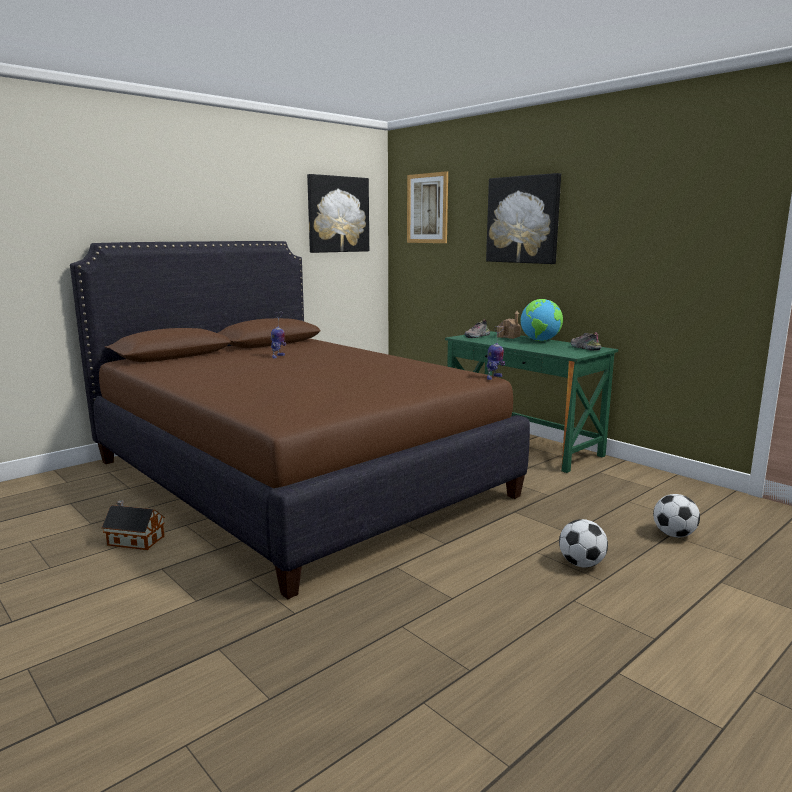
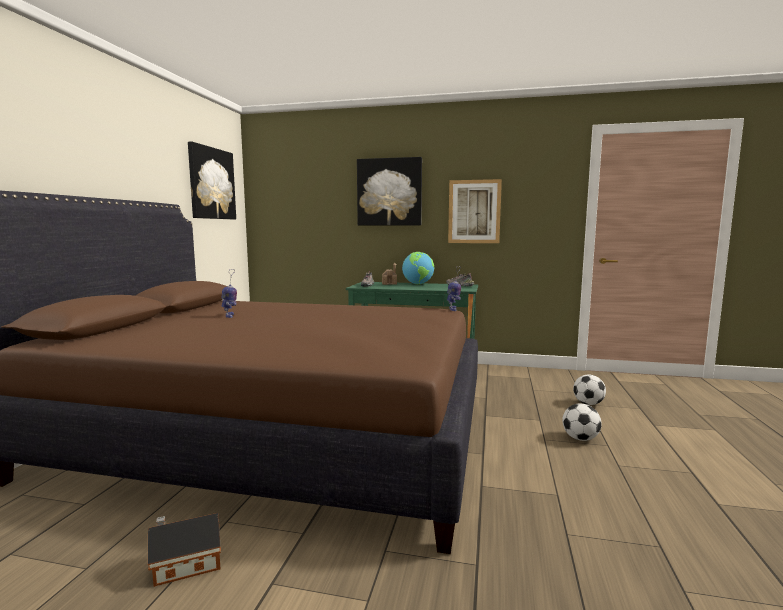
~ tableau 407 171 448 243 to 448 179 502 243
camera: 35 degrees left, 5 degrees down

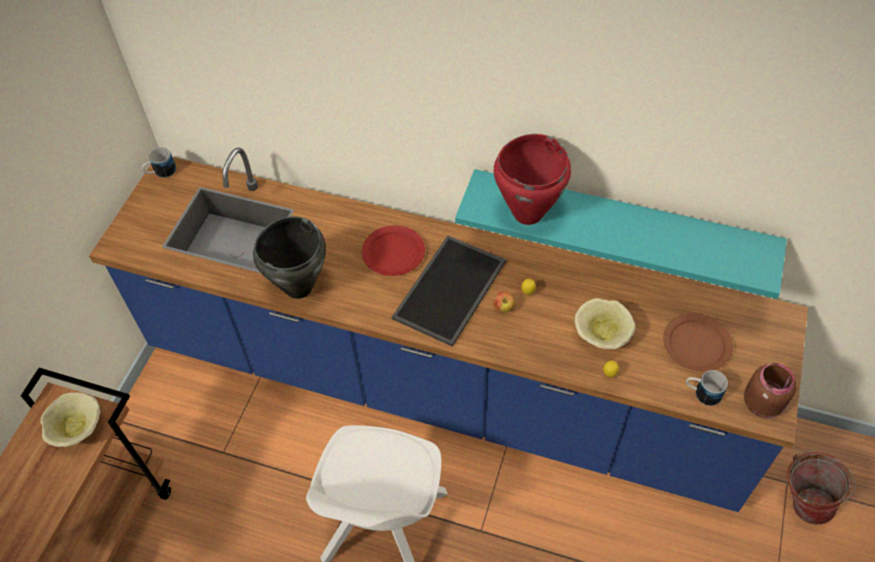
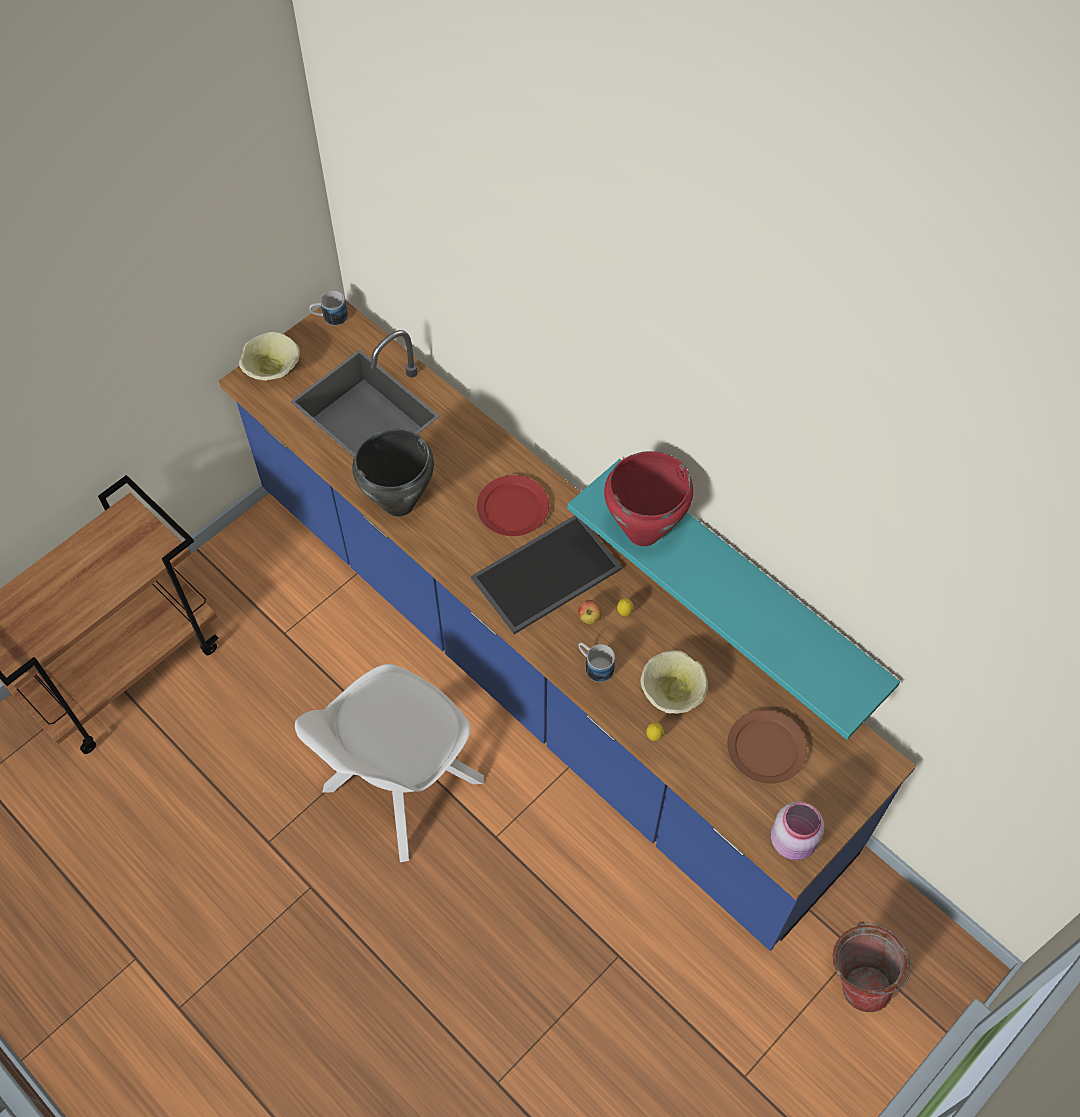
~ bol [beige] 40 392 100 447 to 239 332 300 381
~ mug 686 370 728 406 to 578 642 615 682
~ bocal [marron] 744 363 796 418 to bocal [rose] 771 801 824 860
camera: 25 degrees right, 5 degrees up

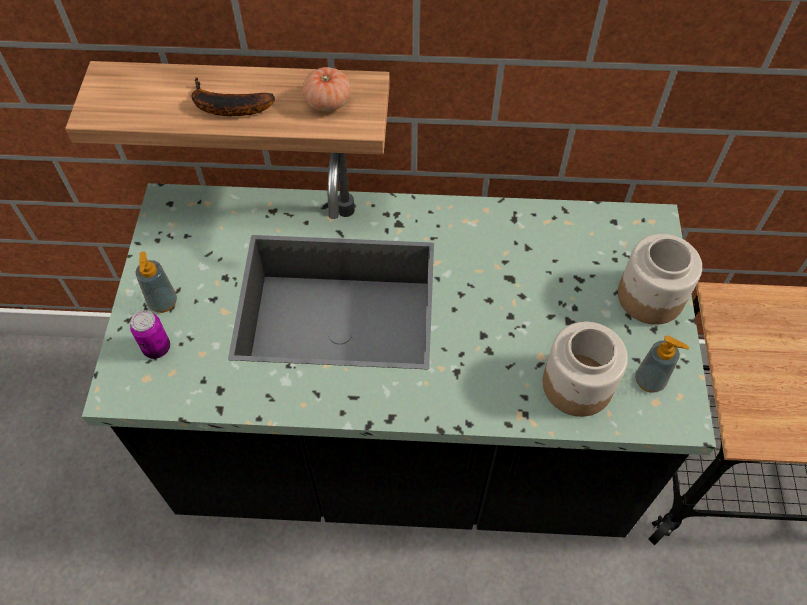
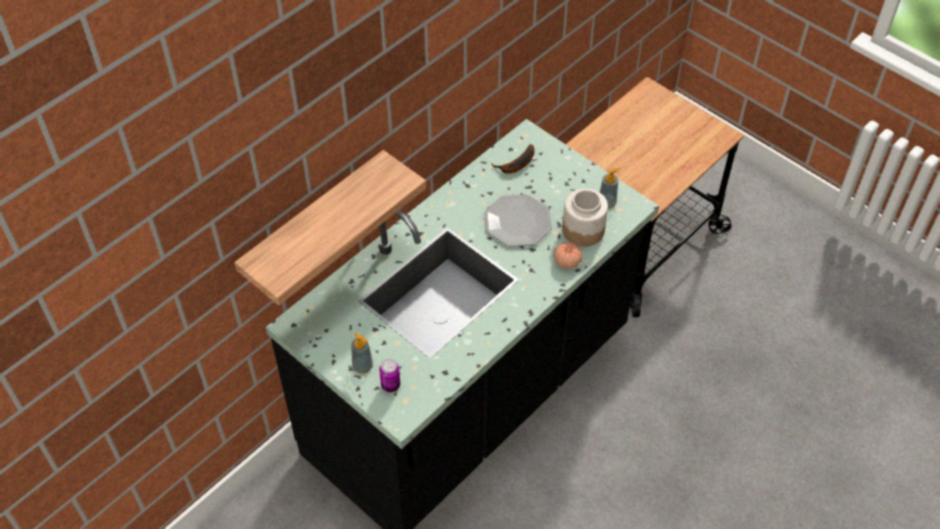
~ banane 192 77 275 116 to 491 144 535 174
~ tomate 302 67 351 112 to 554 242 582 269
- bocal 618 234 702 325
+ assiette 484 194 552 247
camera: 50 degrees left, 5 degrees down

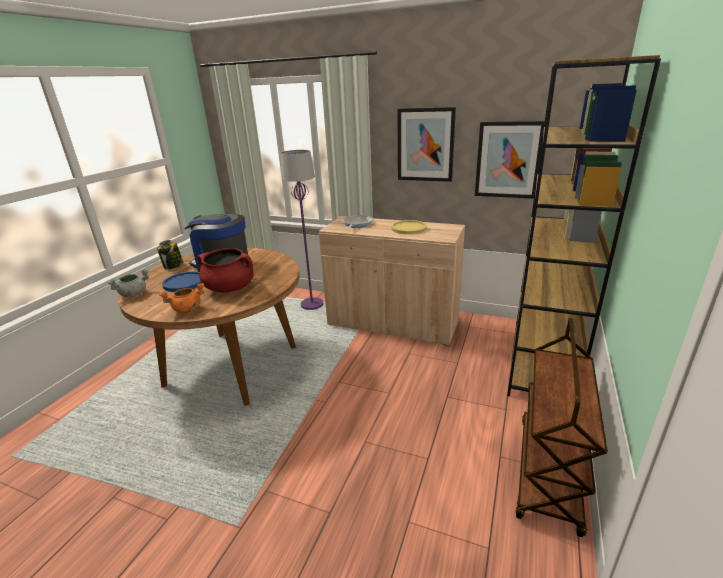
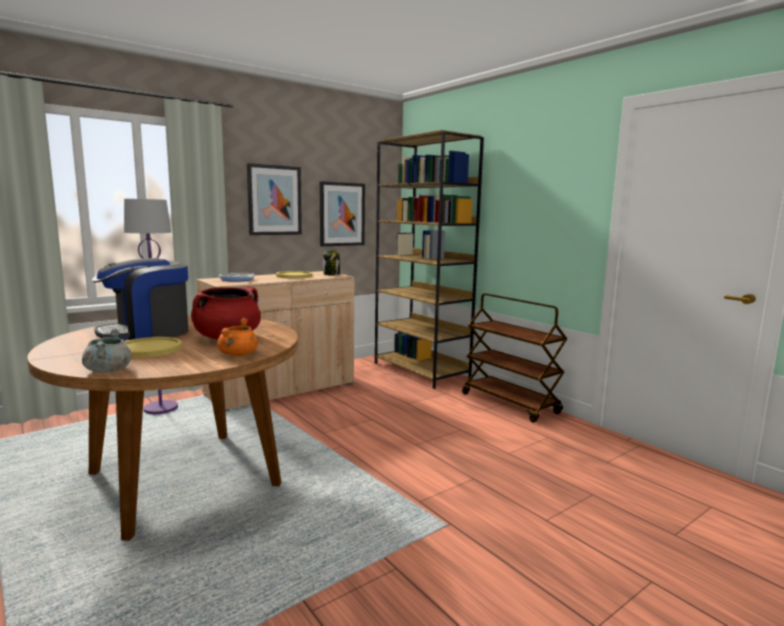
~ bocal 157 240 184 269 to 323 250 340 276
~ assiette [bleu] 162 271 202 292 to assiette [jaune] 124 337 182 358
camera: 60 degrees left, 15 degrees down

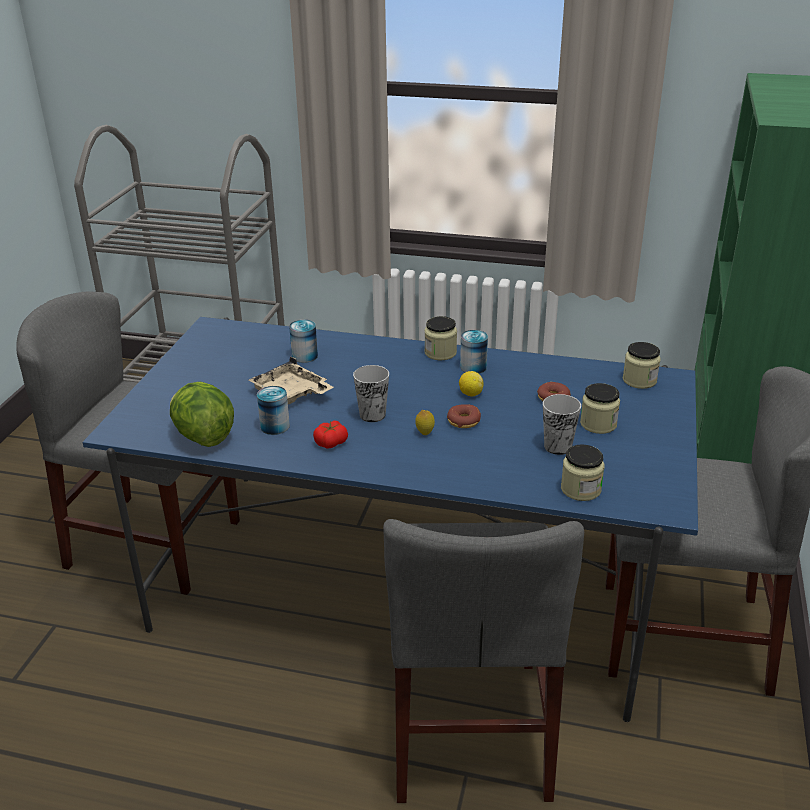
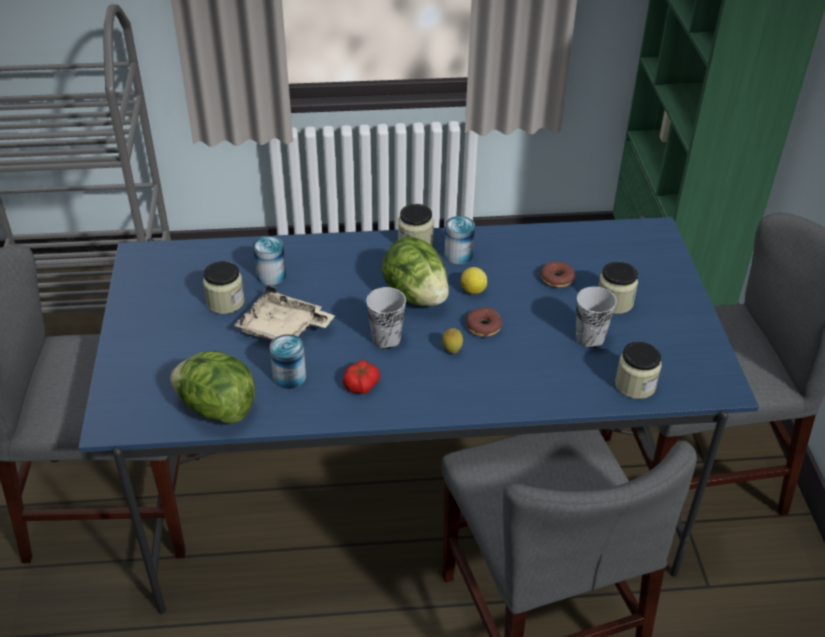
~ bocal 623 342 661 389 to 203 261 245 314
+ laitue 382 236 449 306
camera: 20 degrees left, 10 degrees up

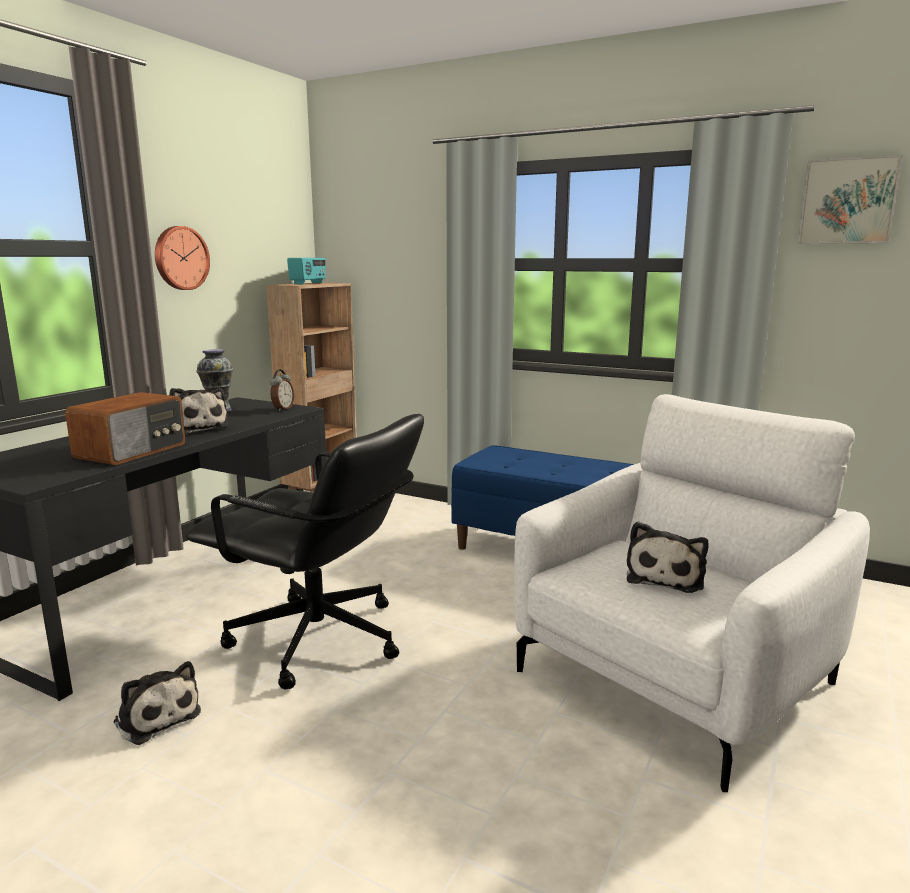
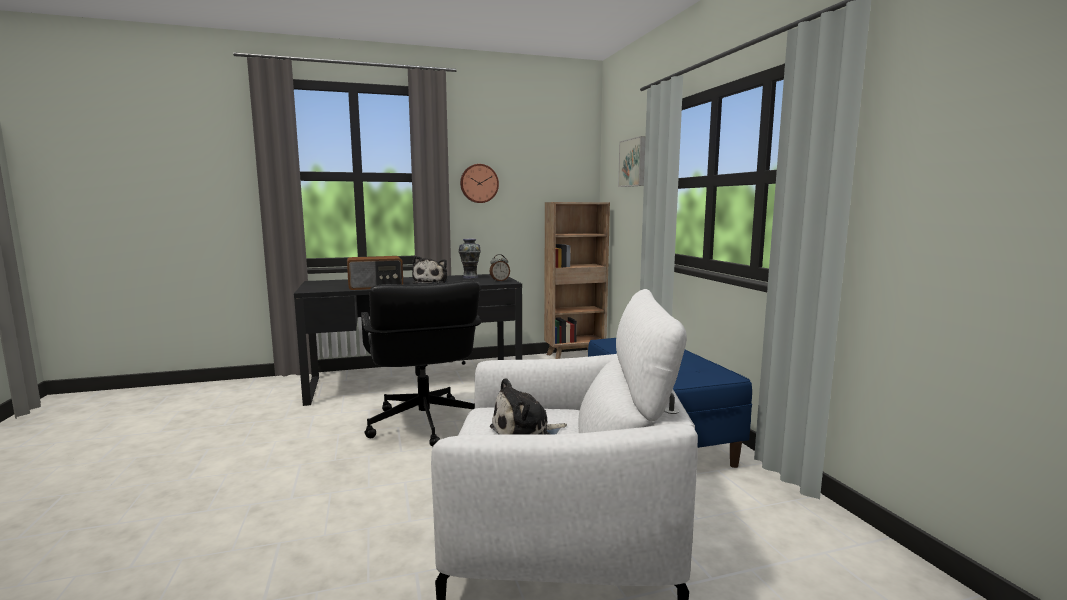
- peluche 113 661 201 745
- radio 287 258 326 284
~ tableau 798 155 902 244 to 618 136 646 187
camera: 45 degrees right, 5 degrees down

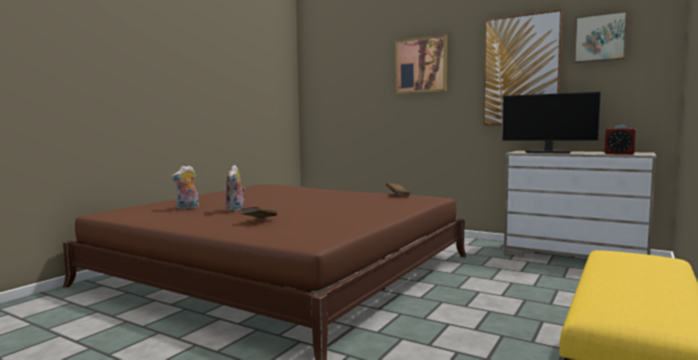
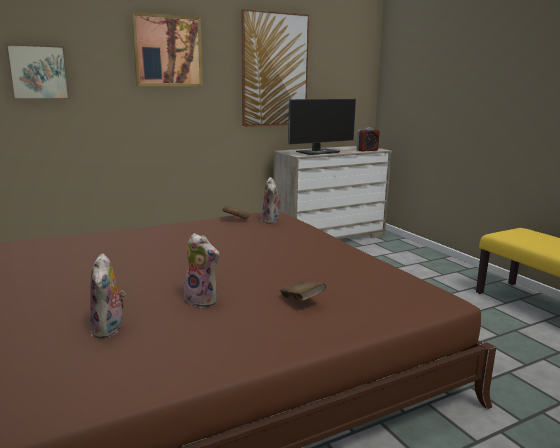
~ tableau 574 11 627 63 to 6 44 70 99
+ peluche 262 177 282 224
camera: 60 degrees left, 10 degrees up

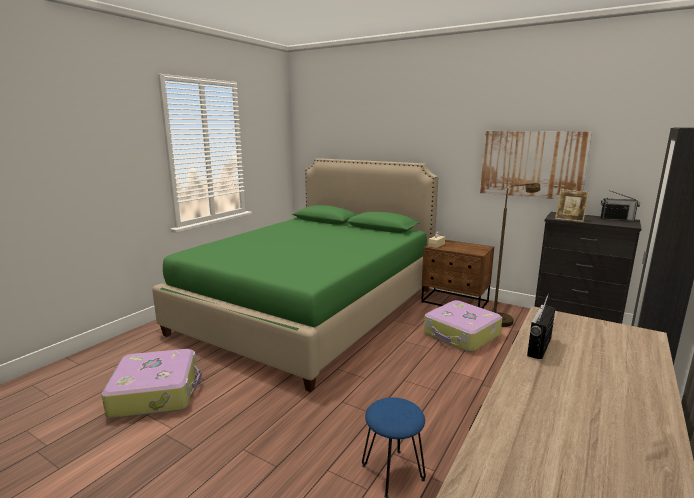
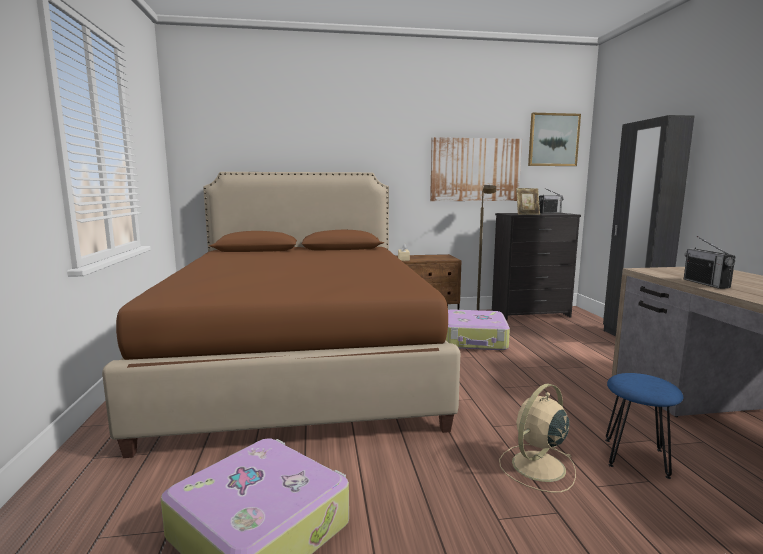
~ lit [vert] 152 158 438 392 to lit [marron] 102 172 461 458
+ ventilateur [beige] 499 384 576 493
+ tableau 528 113 581 166
camera: 40 degrees left, 5 degrees down

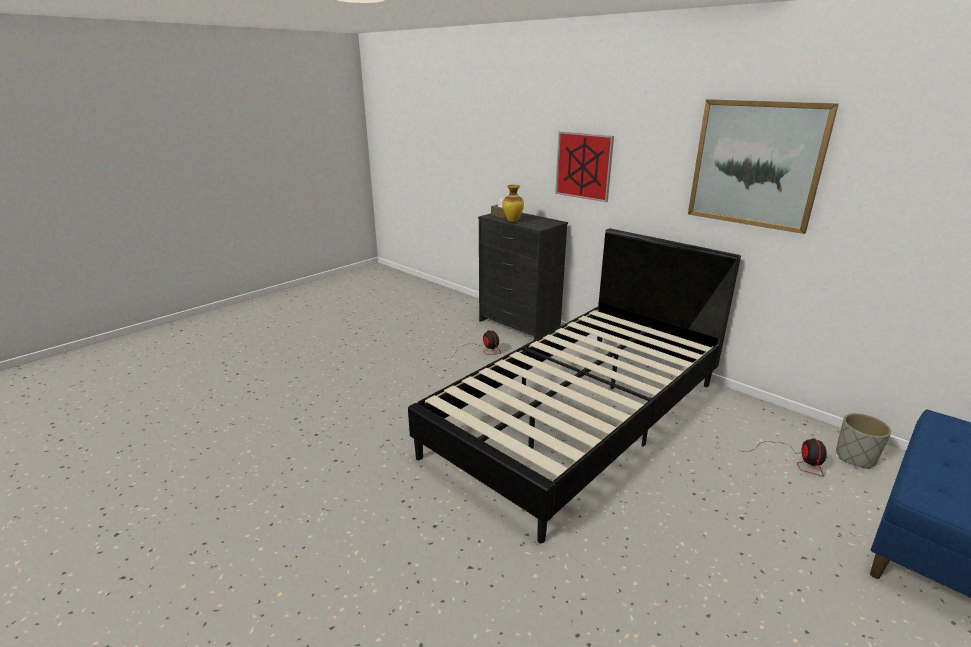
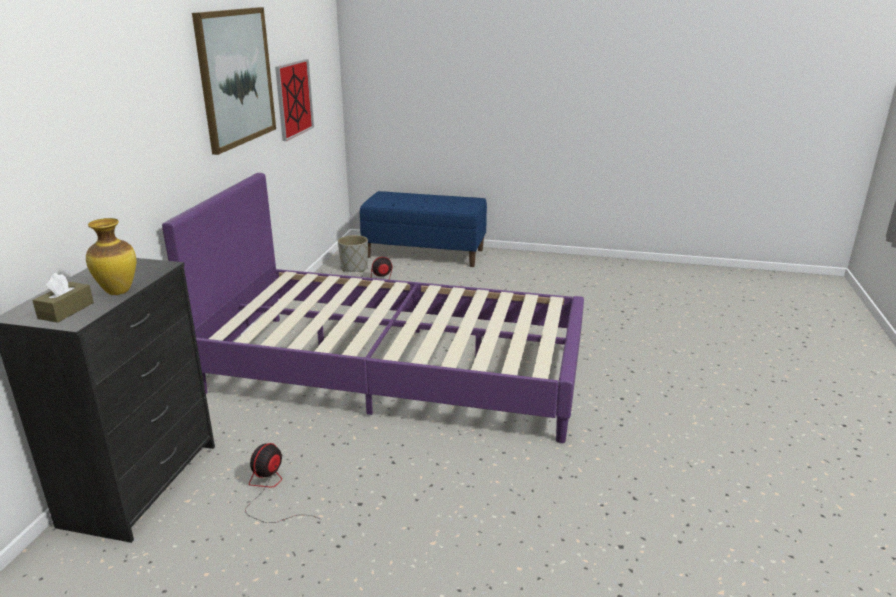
~ lit [noir] 408 228 741 543 to lit [violet] 162 173 584 443
~ tableau 555 132 614 202 to 275 59 314 141
camera: 120 degrees left, 0 degrees up

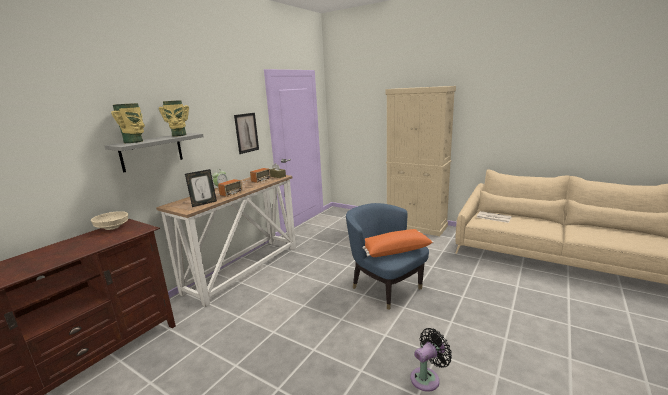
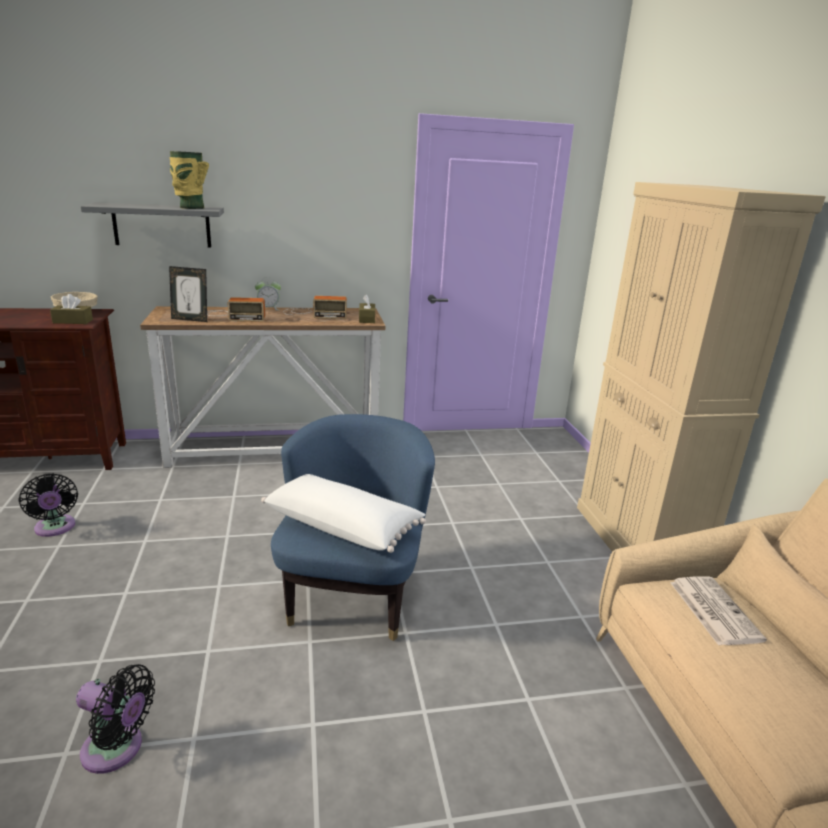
- vase 111 103 145 143
- tableau 234 113 259 154
~ coussin [orange] 363 229 434 257 to coussin [blanc] 261 474 426 553
+ ventilateur [noir] 19 473 78 537
+ boîte à mouchoirs [marron] 50 294 93 324
camera: 45 degrees right, 5 degrees up

